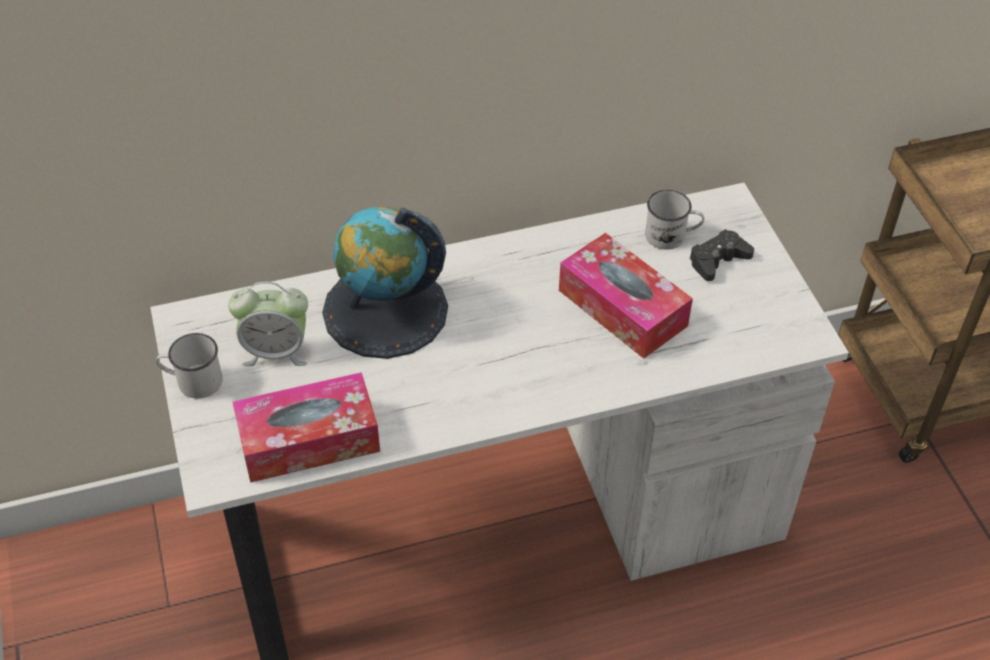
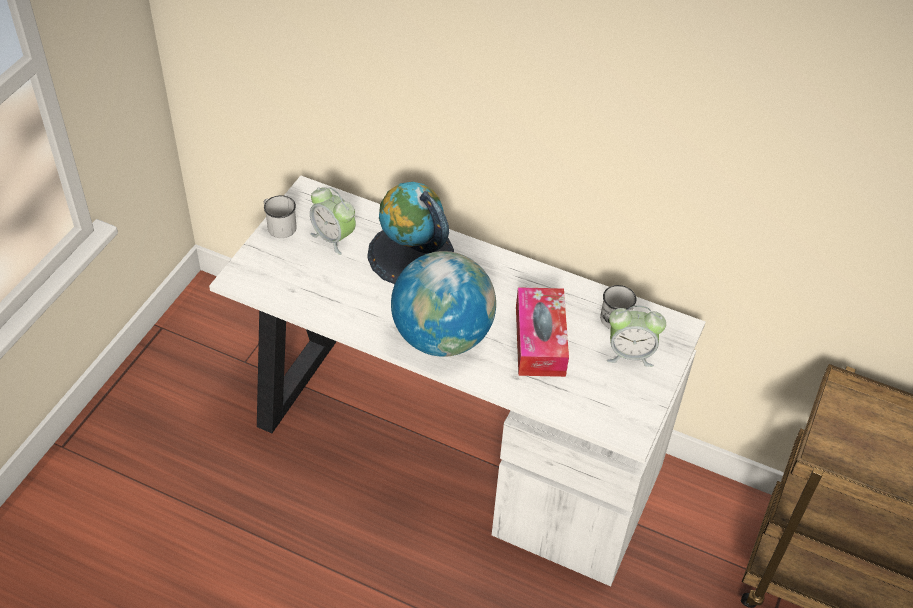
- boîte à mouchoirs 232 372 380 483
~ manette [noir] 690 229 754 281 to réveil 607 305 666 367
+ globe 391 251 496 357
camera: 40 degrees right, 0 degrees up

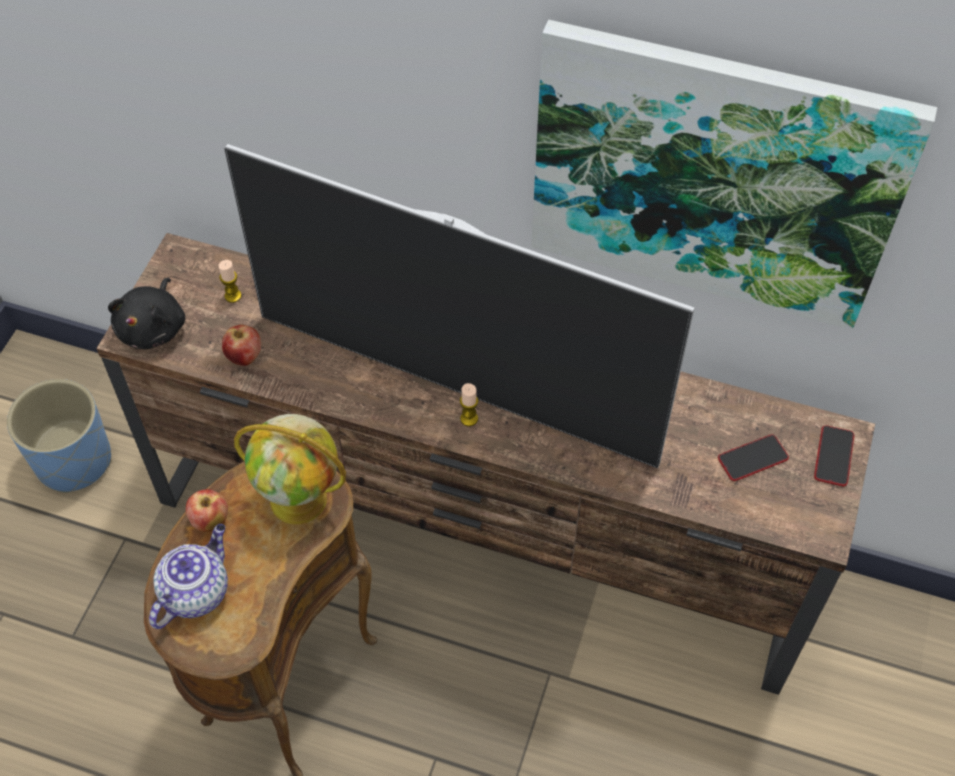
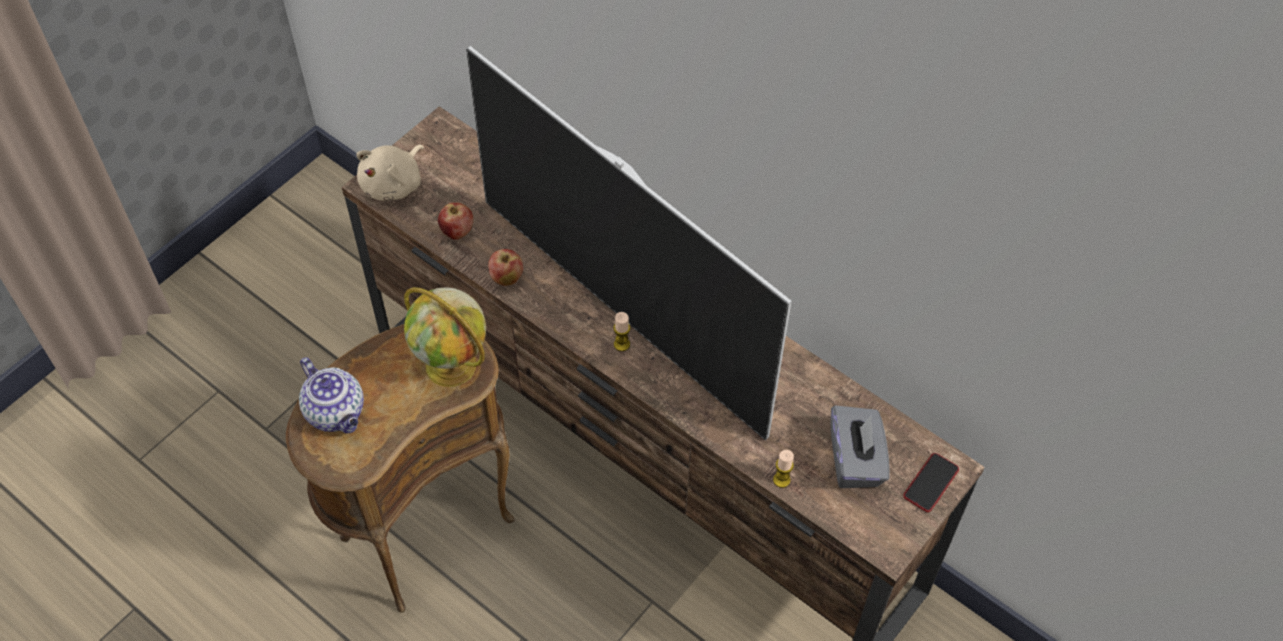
- cache-pot [bleu] 7 379 111 493
~ peluche [noir] 108 277 185 349 to peluche [beige] 356 145 424 201
~ théière 149 524 228 629 = 299 357 364 433 90 degrees clockwise
~ pomme 186 489 228 532 to 488 249 523 286
~ bougie 218 260 242 303 to 773 450 794 488
- tableau 531 20 937 330
~ téléphone 718 435 789 481 to boîte à mouchoirs [gris] 831 405 890 488
camera: 20 degrees right, 0 degrees up

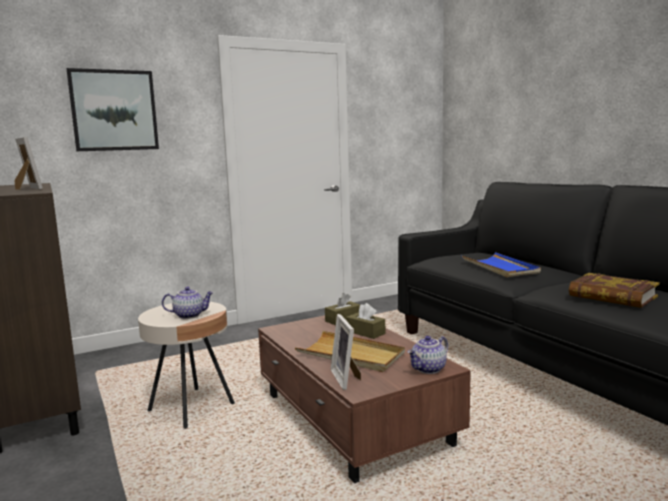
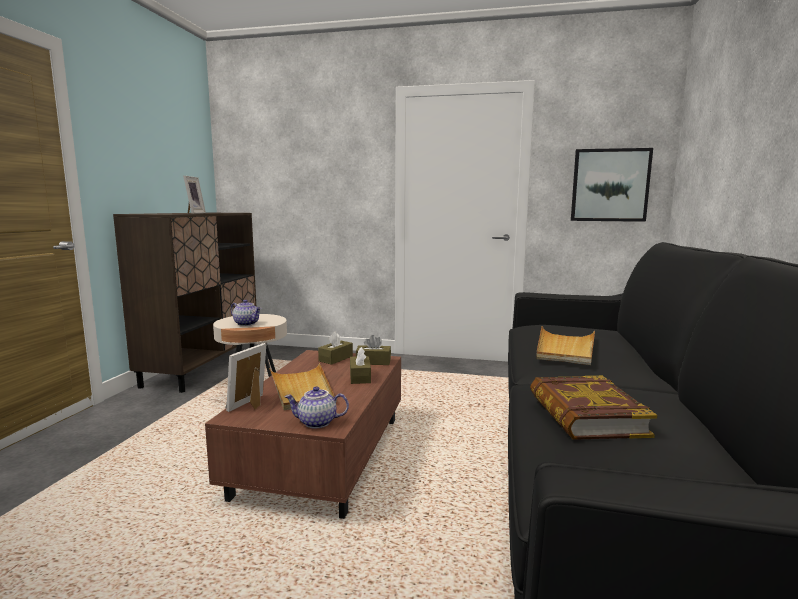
~ tableau 67 68 159 151 to 571 148 653 222
~ plateau [bleu] 462 252 541 277 to plateau [beige] 536 326 595 365
+ boîte à mouchoirs [marron] 318 332 353 365
camera: 40 degrees right, 0 degrees up

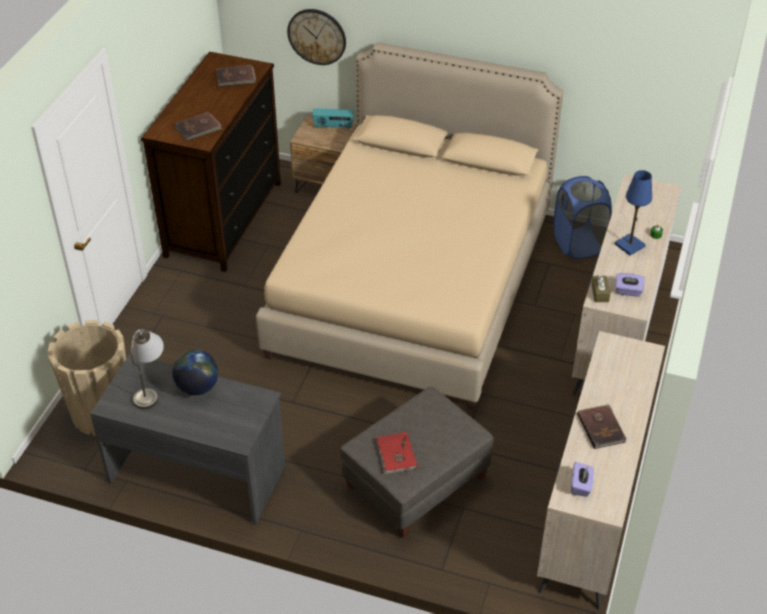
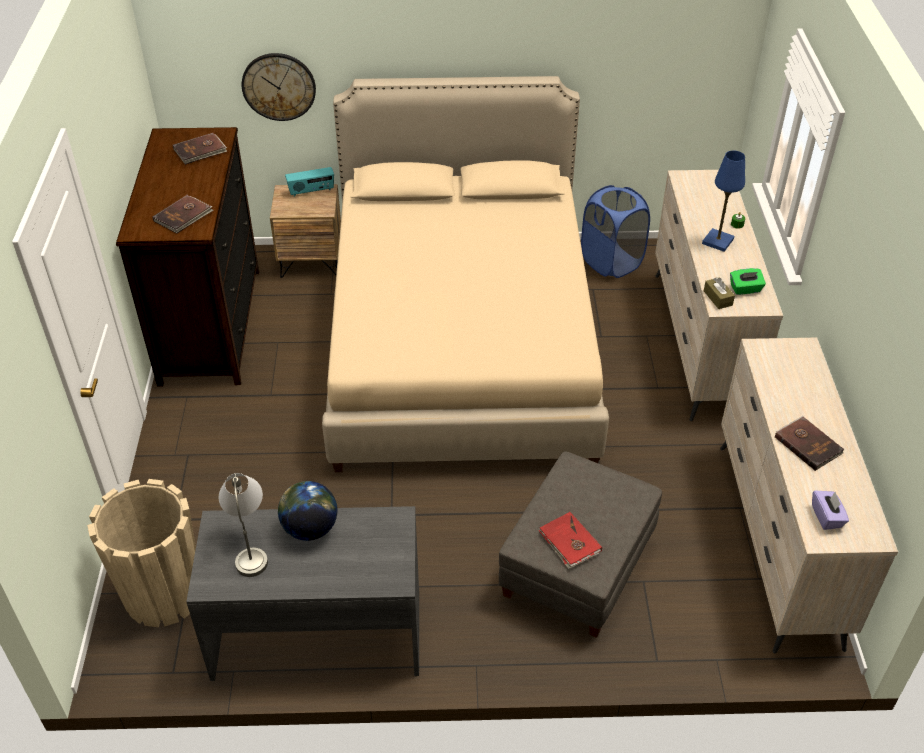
~ boîte à mouchoirs [violet] 616 273 645 297 to boîte à mouchoirs [vert] 730 268 766 295
camera: 20 degrees left, 0 degrees up

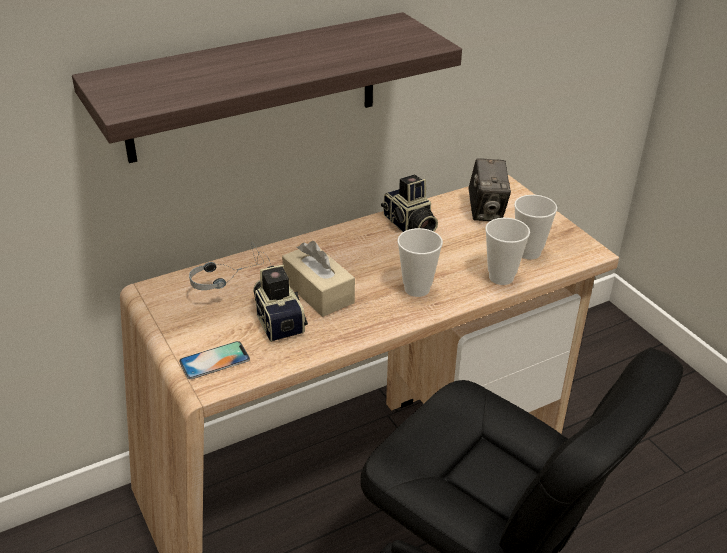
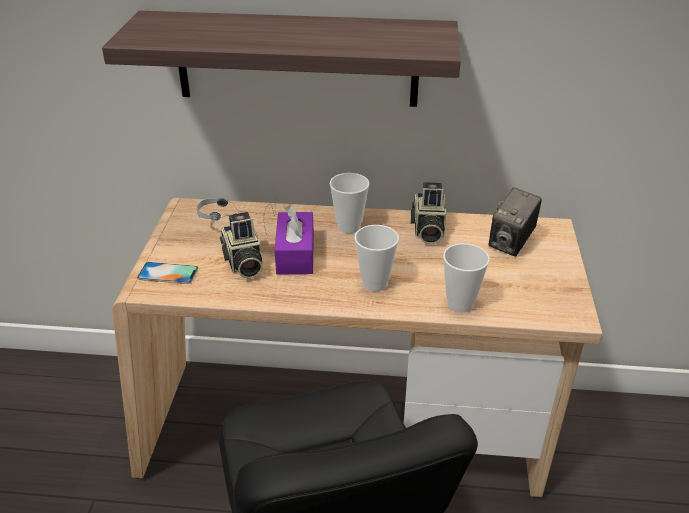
~ appareil photo 253 265 308 342 = 220 212 263 279 150 degrees clockwise
~ boîte à mouchoirs [beige] 282 241 355 317 to boîte à mouchoirs [violet] 275 205 314 275
~ tasse 514 195 557 260 to 330 173 369 233
camera: 35 degrees right, 0 degrees up

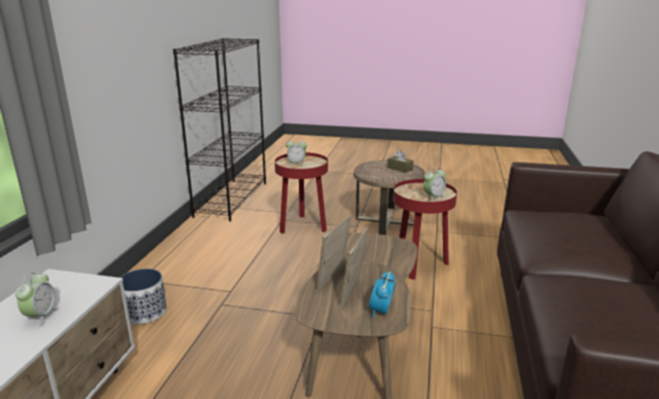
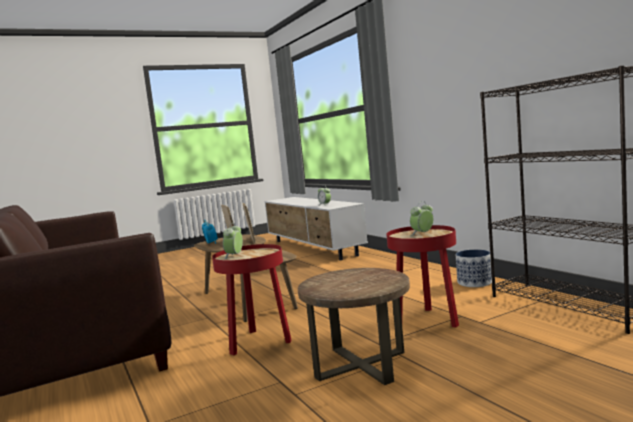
~ cache-pot 120 269 167 324 to 456 250 492 287
- boîte à mouchoirs [marron] 387 150 414 173
camera: 140 degrees right, 15 degrees down

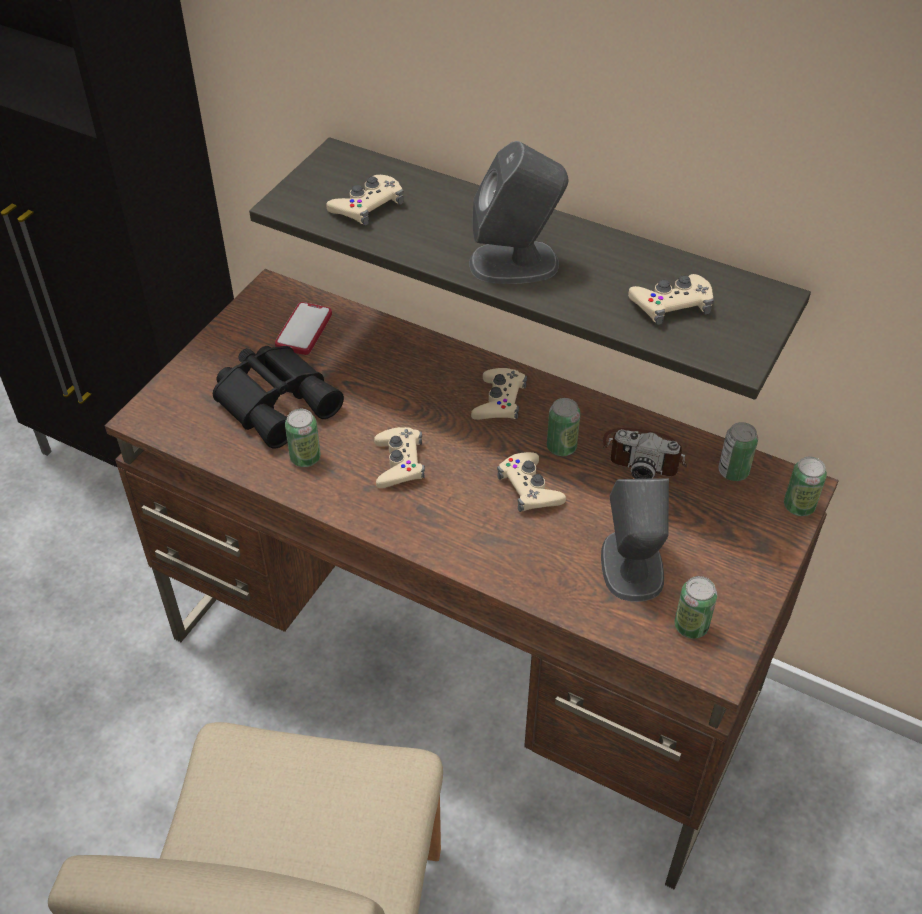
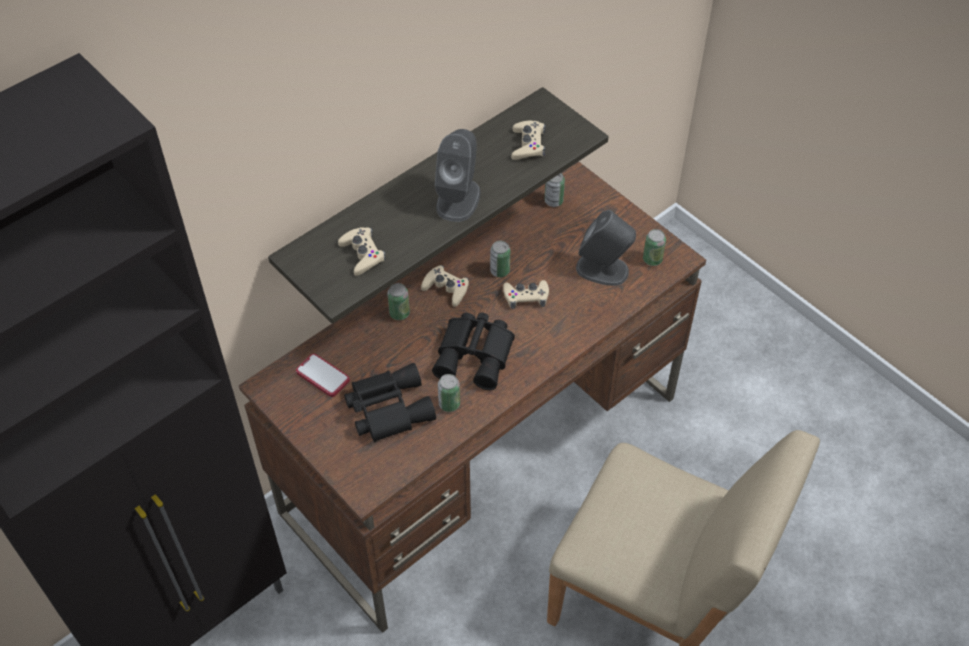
~ manette [beige] 374 427 425 488 to jumelles [noir] 432 312 515 390
- appareil photo 602 428 687 479
~ boîte métallique 784 456 827 516 to 387 283 410 320
camera: 70 degrees left, 5 degrees up

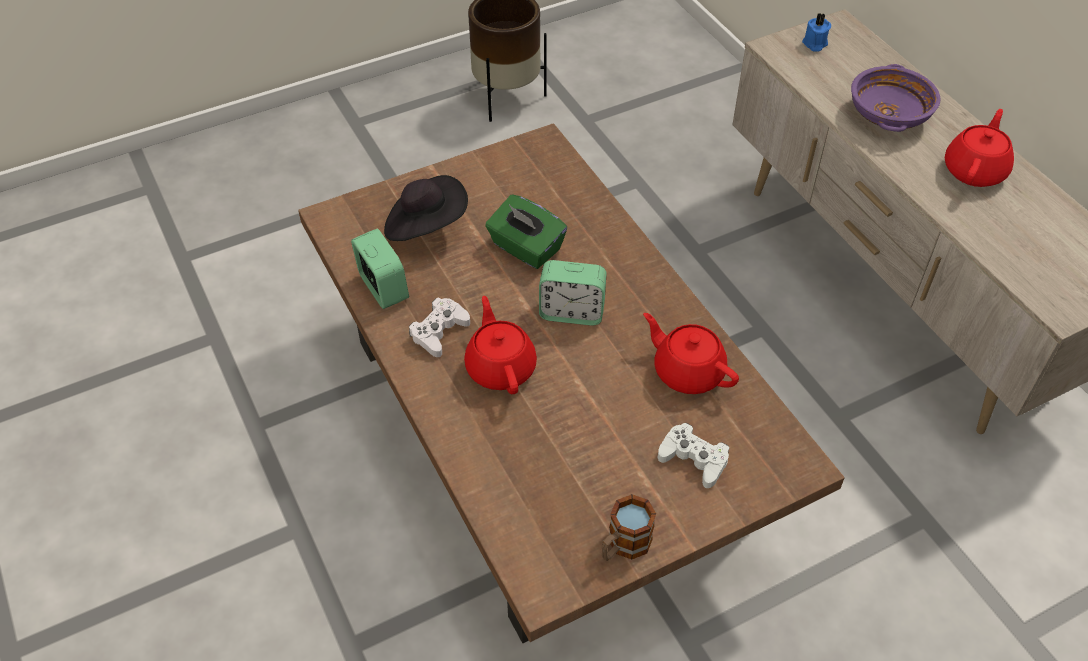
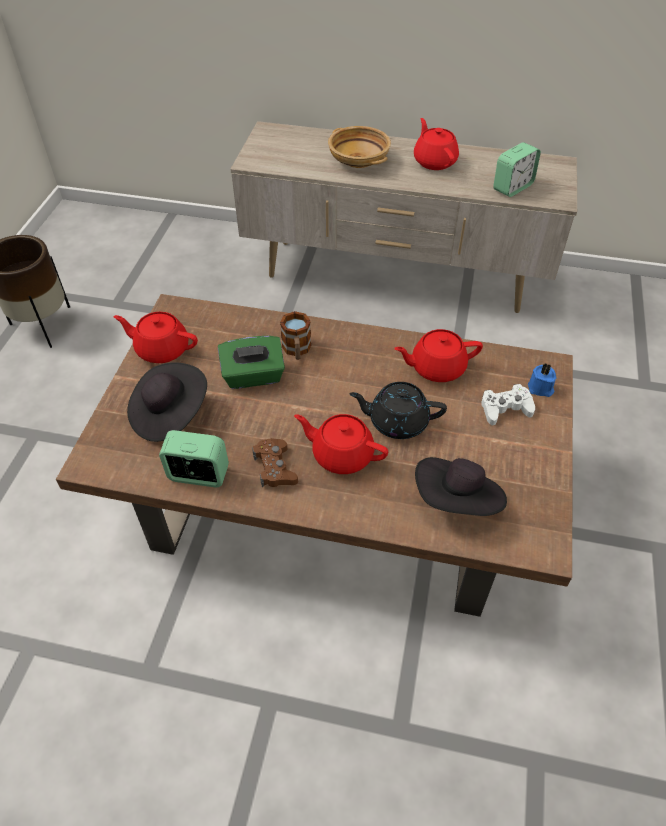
~ manette [blanc] 409 298 470 357 to manette [marron] 252 438 298 488
~ réveil 539 260 607 326 to 493 142 541 197
~ mug 602 494 656 561 to 280 311 311 360
~ bougie [bleu] 802 13 831 52 to 528 364 556 397
~ bol [violet] 851 64 941 132 to bol [beige] 328 126 391 168
+ théière [rouge] 113 312 198 363
+ théière [noir] 349 382 447 439
+ chapeau [noir] 415 457 507 516
camera: 50 degrees left, 0 degrees up

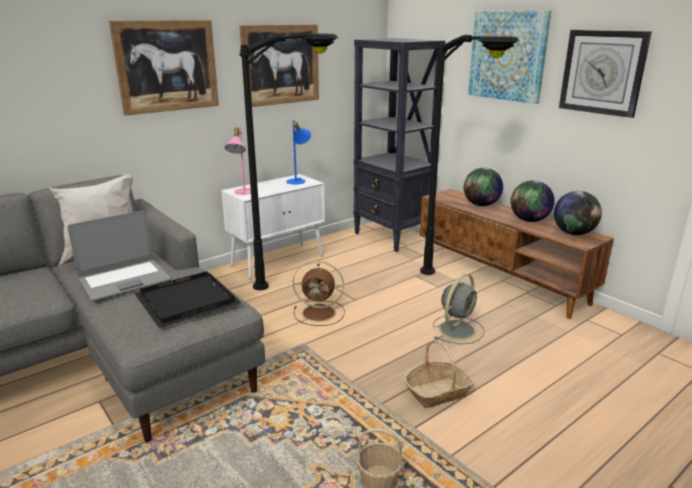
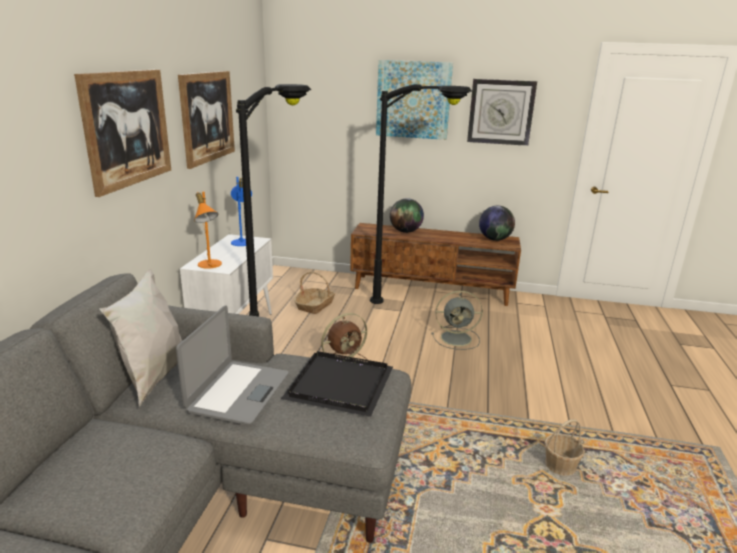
~ lampe de table [rose] 225 127 251 195 to lampe de table [orange] 194 191 222 269
- bibliothèque [noir] 353 38 445 252
~ panier 404 340 474 408 to 294 272 335 314
~ ventilateur [gris] 433 274 485 344 = 432 291 483 350 90 degrees clockwise
- globe 511 180 555 222
camera: 40 degrees left, 0 degrees up

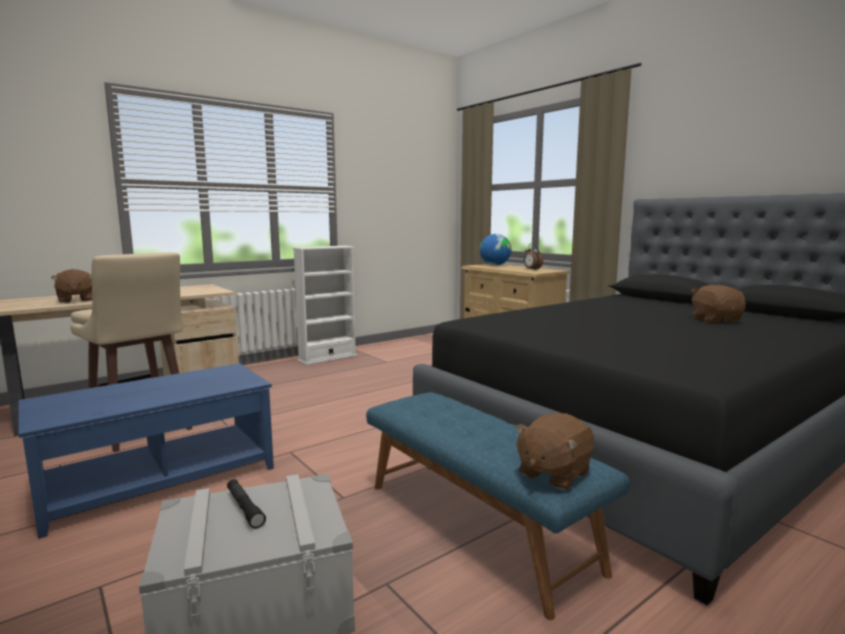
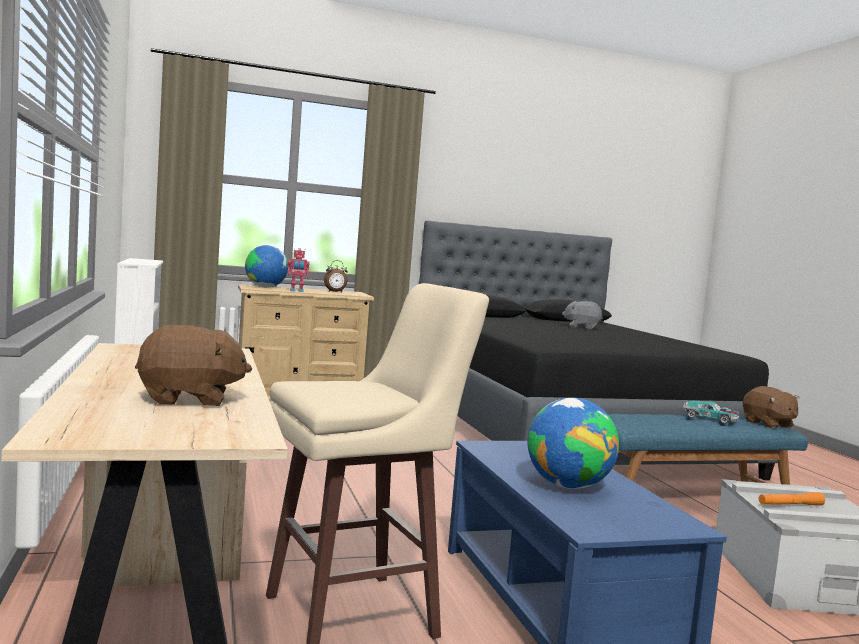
~ lampe de poche [noir] 227 479 266 529 to lampe de poche [orange] 759 492 825 505
~ peluche [marron] 691 285 746 323 to peluche [gris] 562 301 603 330
+ robot jouet 287 248 310 292
+ globe 527 398 619 489
+ petite voiture 683 401 739 423
camera: 70 degrees left, 5 degrees down

